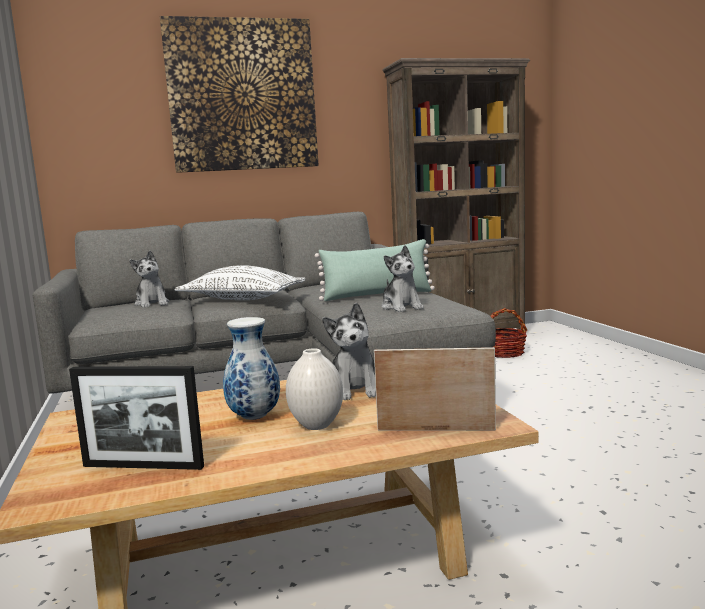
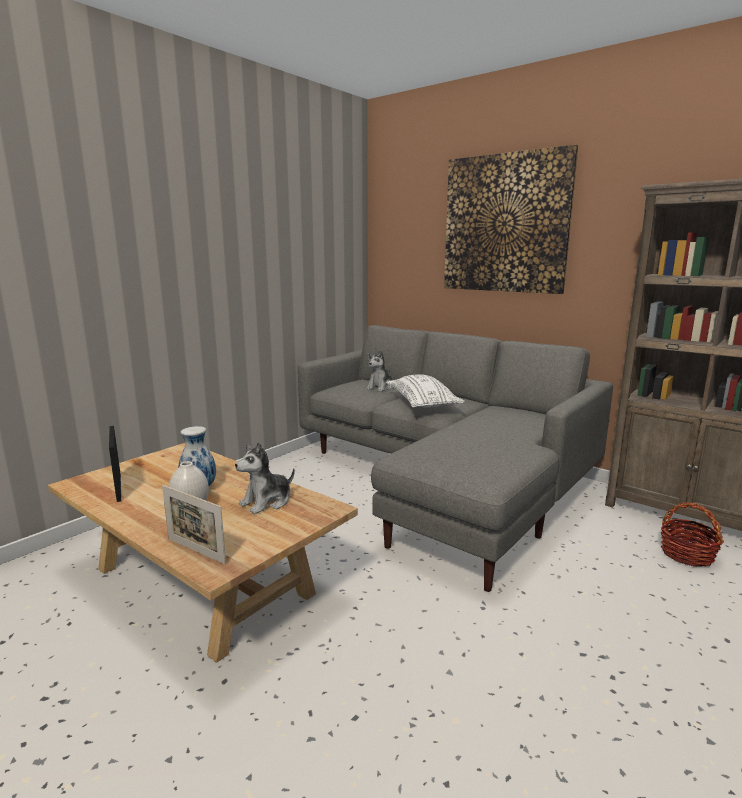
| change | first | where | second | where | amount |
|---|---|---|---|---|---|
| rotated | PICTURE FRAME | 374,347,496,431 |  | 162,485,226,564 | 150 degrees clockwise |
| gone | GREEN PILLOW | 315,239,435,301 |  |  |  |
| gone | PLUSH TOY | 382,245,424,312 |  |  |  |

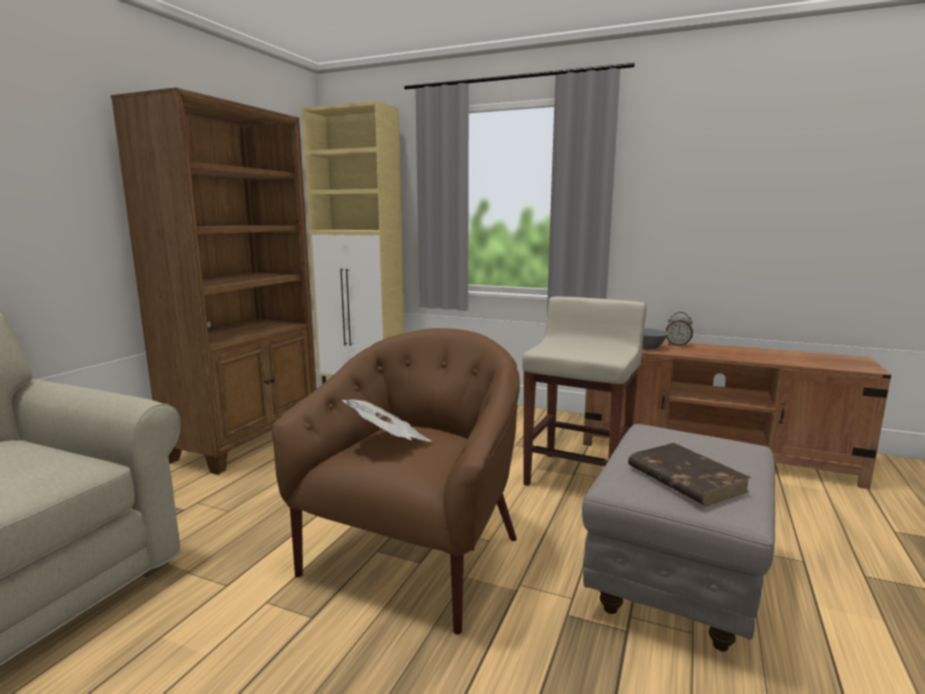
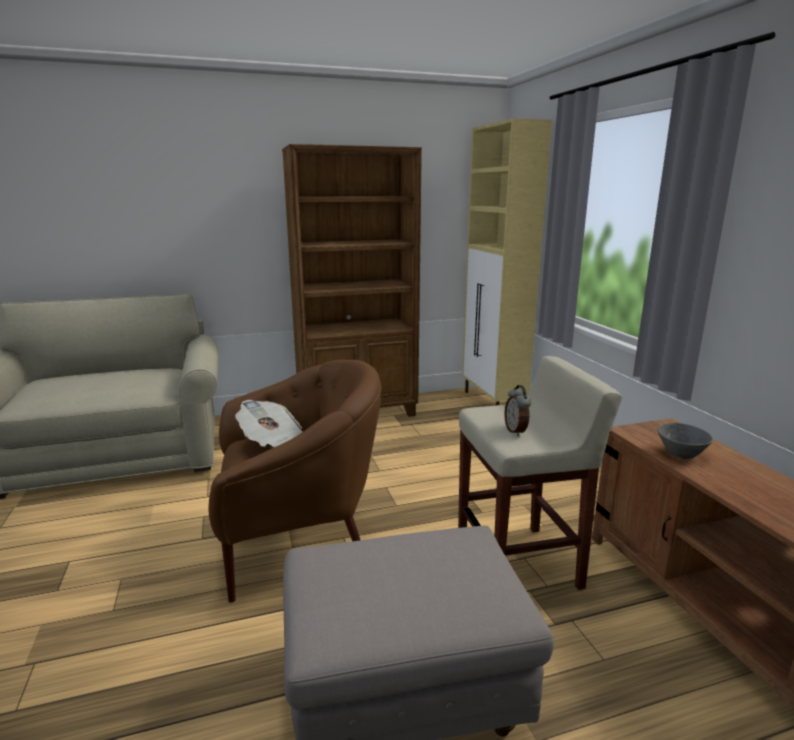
| change | first | where | second | where | amount |
|---|---|---|---|---|---|
| shifted | ALARM CLOCK | 666,312,693,346 |  | 504,385,531,436 |  |
| gone | BROWN BOOK | 628,443,751,506 |  |  |  |

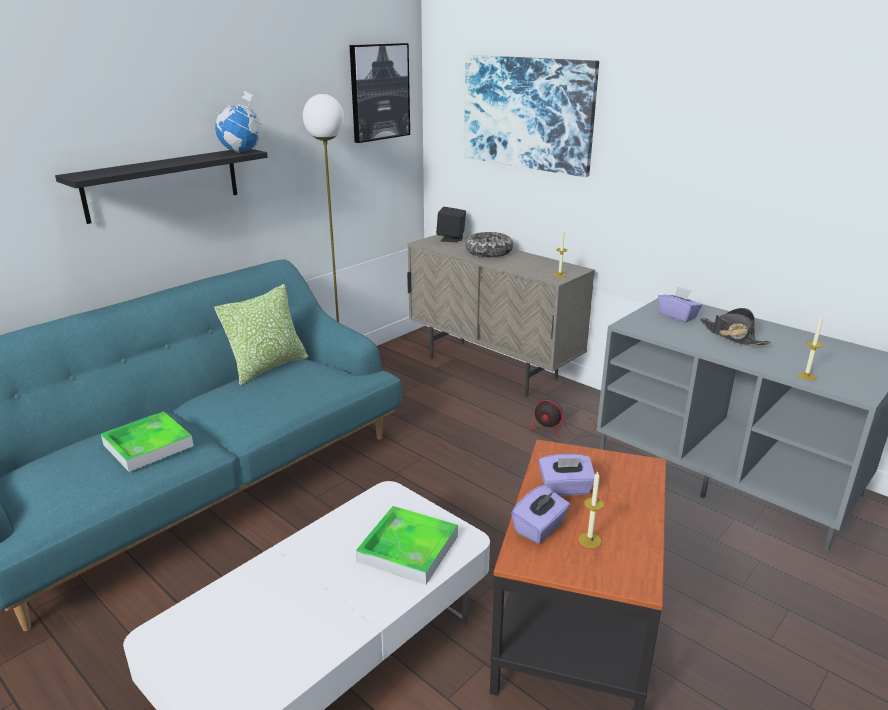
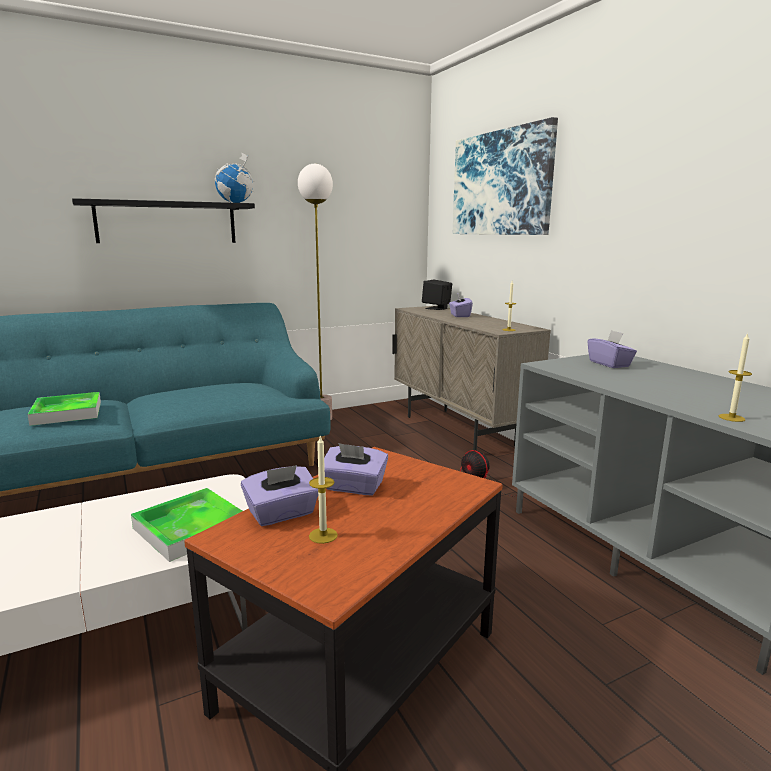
| change | first | where | second | where | amount |
|---|---|---|---|---|---|
| swapped | BOWL | 465,232,513,257 | PURPLE TISSUE BOX | 449,293,473,317 |  |
| gone | PILLOW | 214,284,308,386 |  |  |  |
| gone | PICTURE | 350,43,410,143 |  |  |  |
| gone | BLACK HAT | 700,308,771,346 |  |  |  |

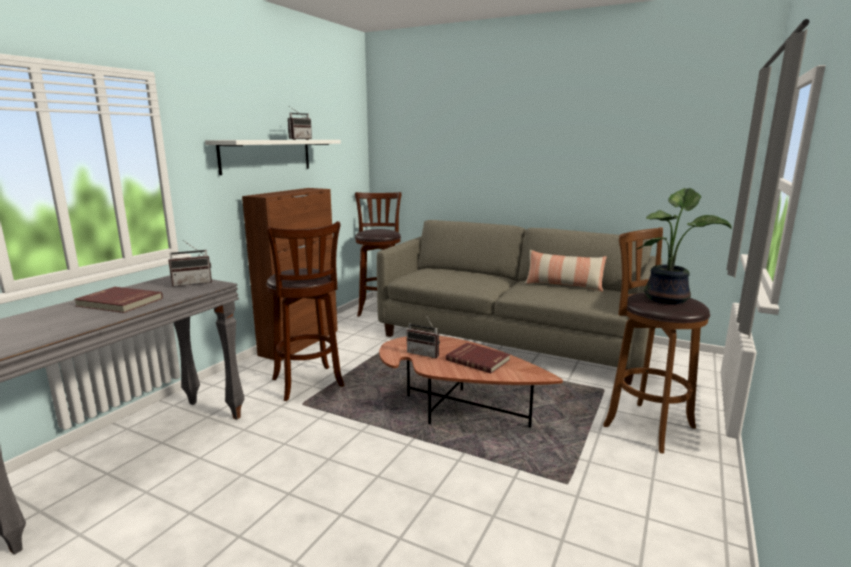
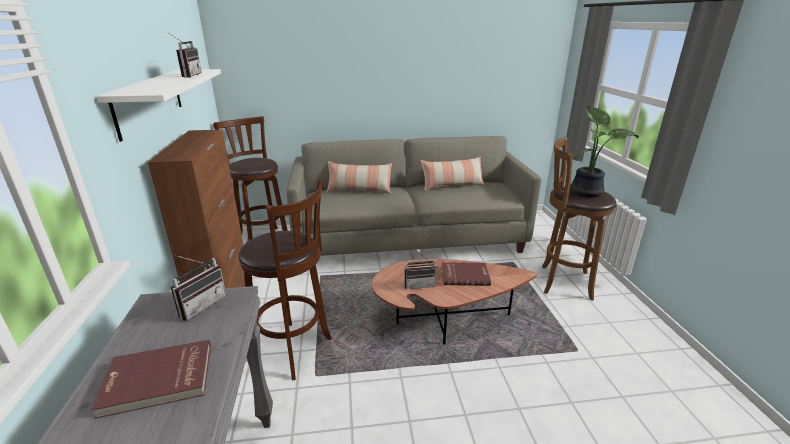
| change | first | where | second | where | amount |
|---|---|---|---|---|---|
| new |  |  | PILLOW | 326,161,392,194 |  |

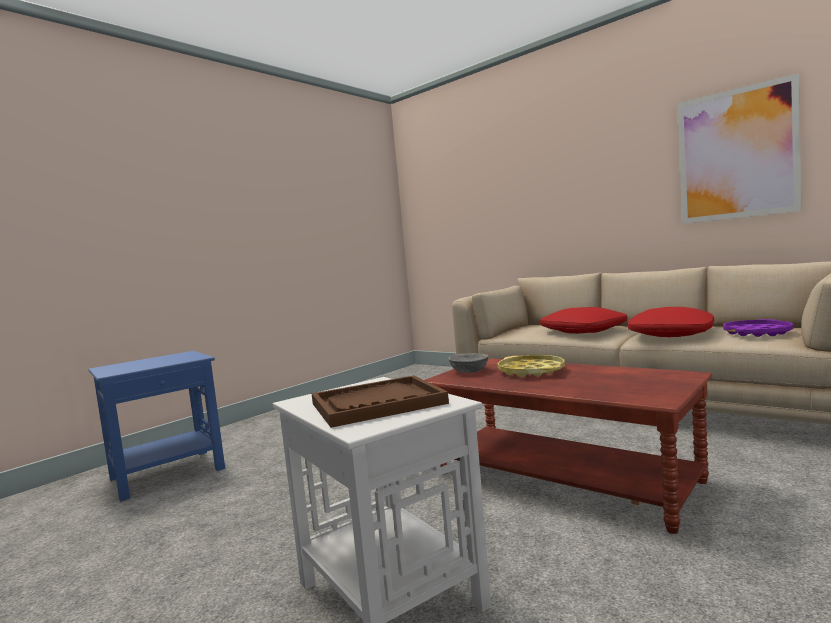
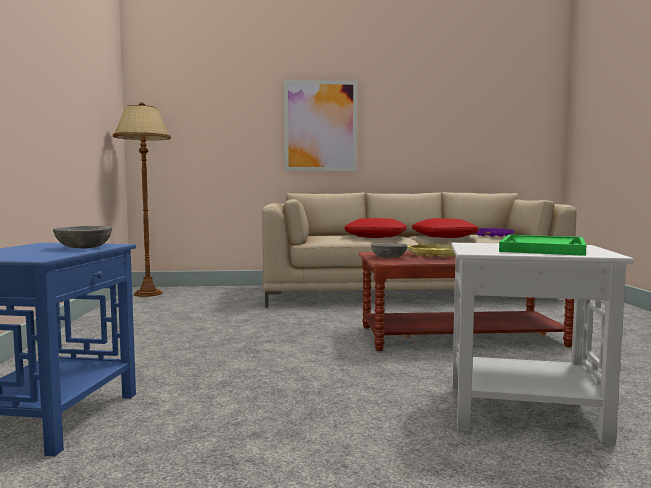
| change | first | where | second | where | amount |
|---|---|---|---|---|---|
| new |  |  | GREY BOWL | 53,226,112,248 |  |
| new |  |  | BROWN FLOOR LAMP | 113,102,171,297 |  |
| shifted | PICTURE | 677,73,801,224 |  | 284,80,357,171 |  |
| repainted | BROWN TRAY | 312,375,449,428 | GREEN TRAY | 499,235,586,256 |  |

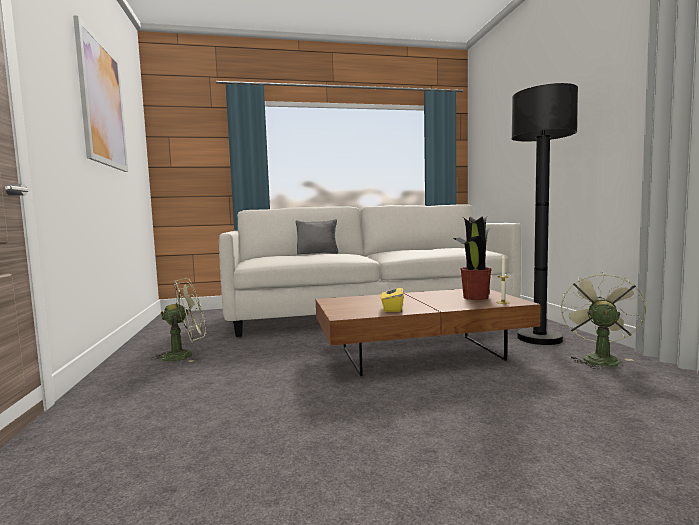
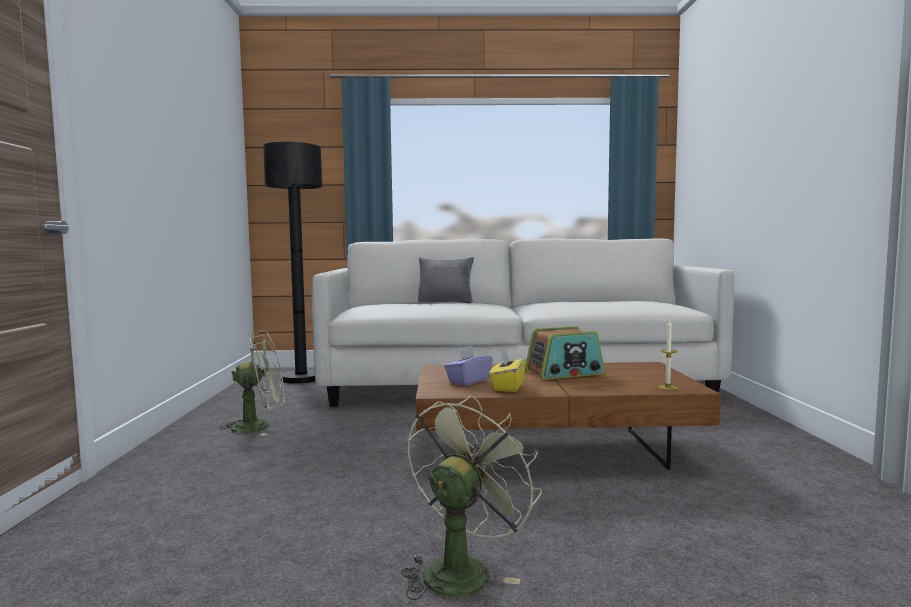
| change | first | where | second | where | amount |
|---|---|---|---|---|---|
| shifted | BLACK FLOOR LAMP | 512,83,578,345 |  | 263,142,322,384 |  |
| shifted | GREEN FAN | 561,271,646,369 |  | 401,394,542,600 |  |
| new |  |  | PURPLE TISSUE BOX | 444,346,493,386 |  |
| new |  |  | RADIO | 525,326,605,380 |  |
| gone | PICTURE | 73,15,128,172 |  |  |  |
| gone | POTTED PLANT | 453,216,492,300 |  |  |  |

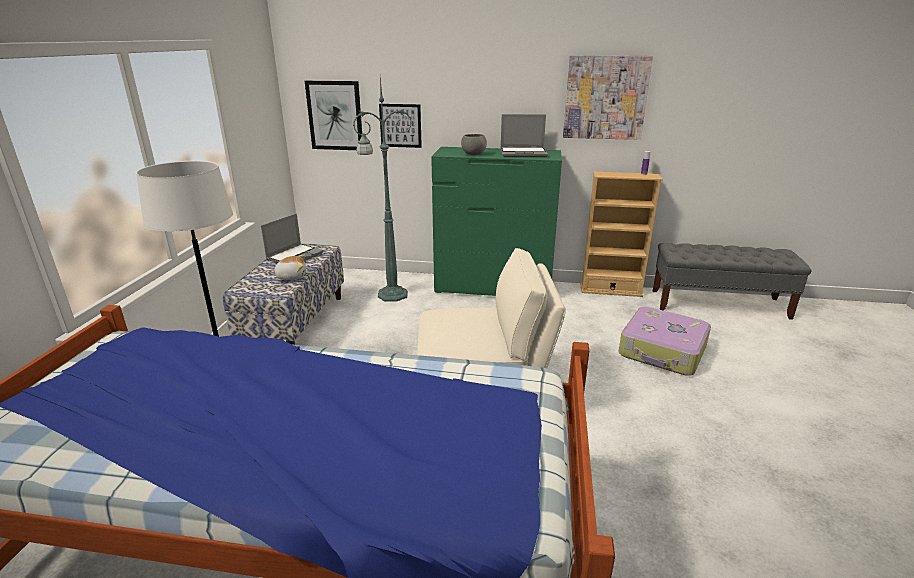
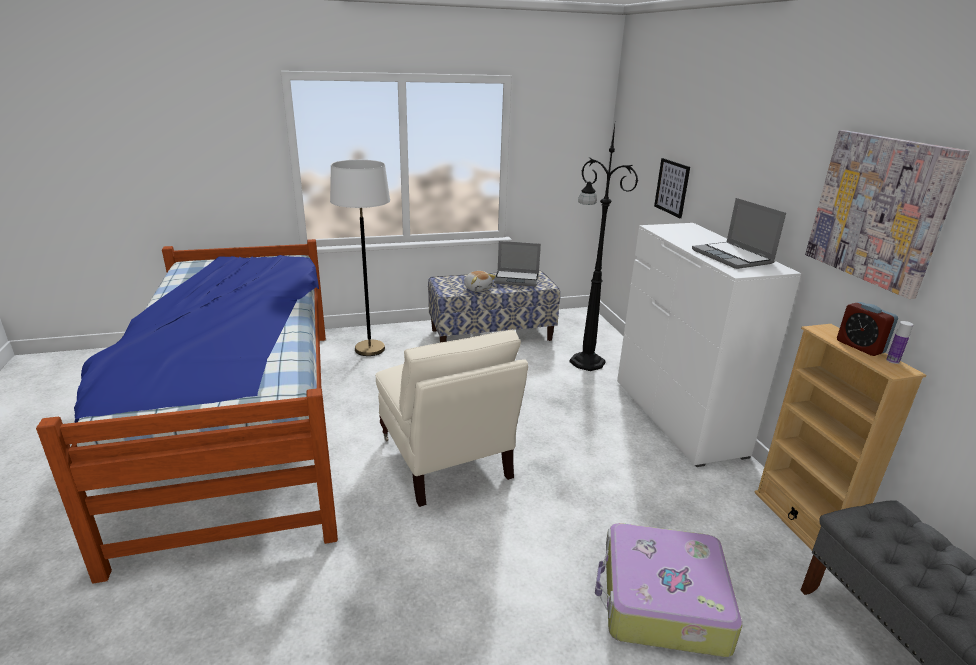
| change | first | where | second | where | amount |
|---|---|---|---|---|---|
| repainted | GREEN FLOOR LAMP | 353,78,412,302 | BLACK FLOOR LAMP | 569,125,638,371 |  |
| repainted | GREEN DRESSER | 431,147,562,296 | WHITE DRESSER | 617,223,801,467 |  |
| new |  |  | ALARM CLOCK | 837,302,898,356 |  |
| gone | PICTURE | 305,81,362,150 |  |  |  |
| gone | GREY BOWL | 461,134,487,155 |  |  |  |

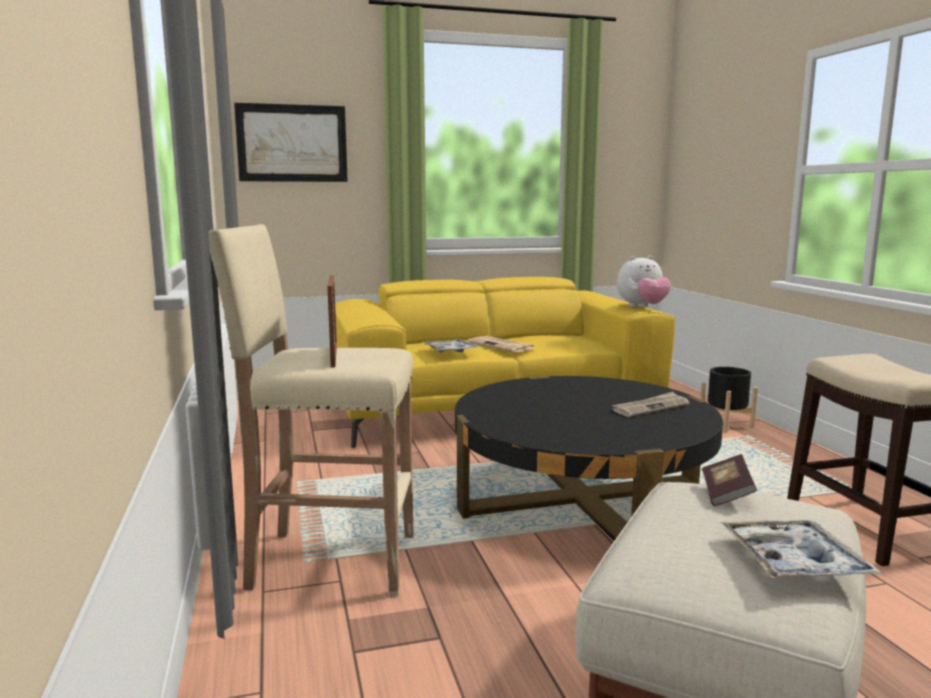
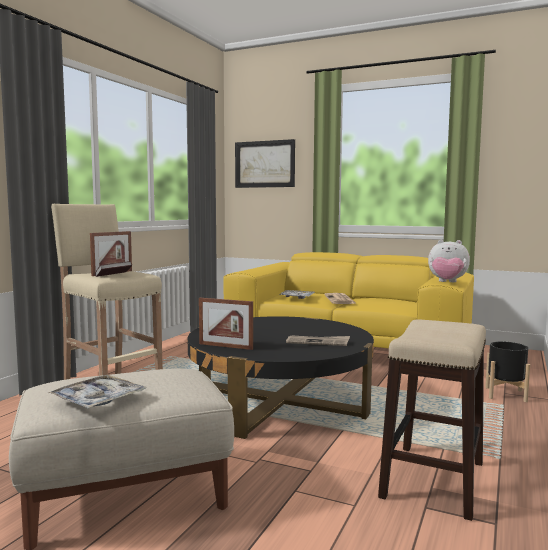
| change | first | where | second | where | amount |
|---|---|---|---|---|---|
| shifted | BOOK | 702,454,757,506 |  | 95,261,132,277 |  |
| new |  |  | PICTURE FRAME | 199,298,253,350 |  |

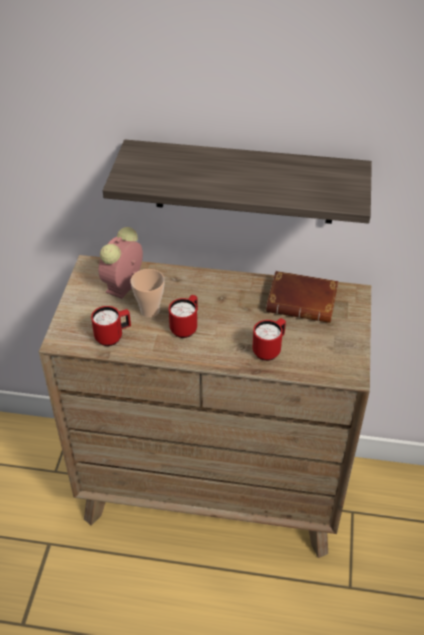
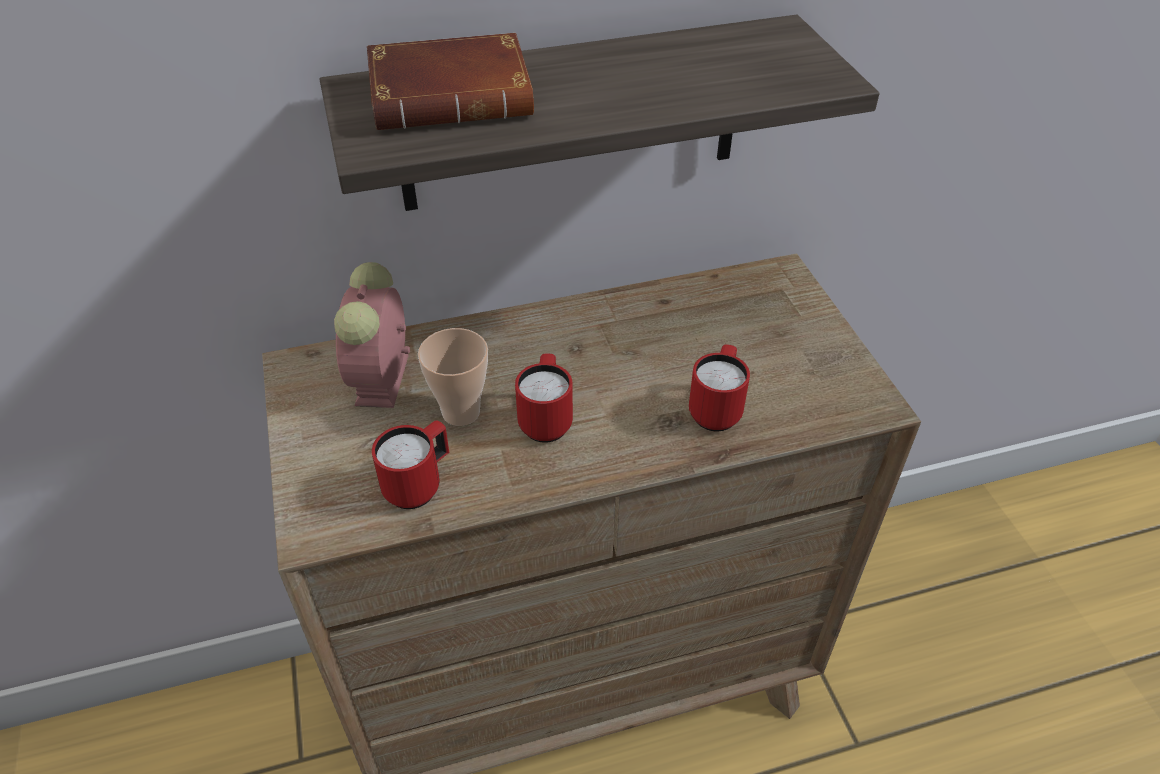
| change | first | where | second | where | amount |
|---|---|---|---|---|---|
| shifted | BROWN BOOK | 266,271,338,323 |  | 367,33,534,130 |  |

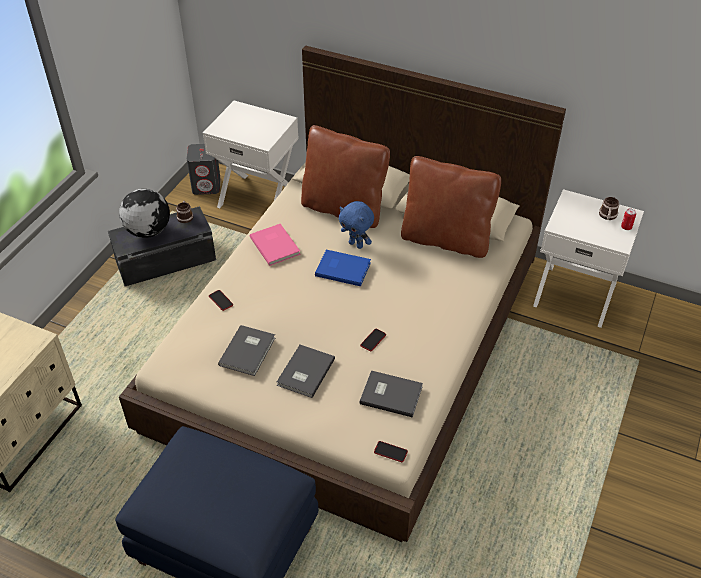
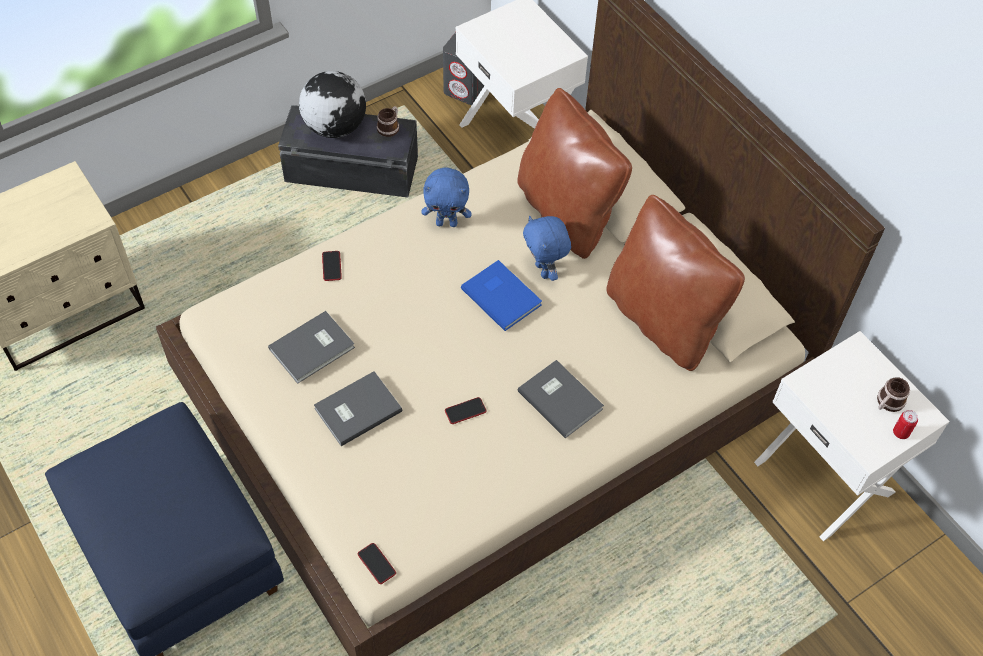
| change | first | where | second | where | amount |
|---|---|---|---|---|---|
| swapped | PINK BOOK | 250,224,301,266 | BLUE PLUSH TOY | 422,167,472,227 |  |
| shifted | GREY BOOK | 360,370,423,418 |  | 518,360,604,438 |  |

